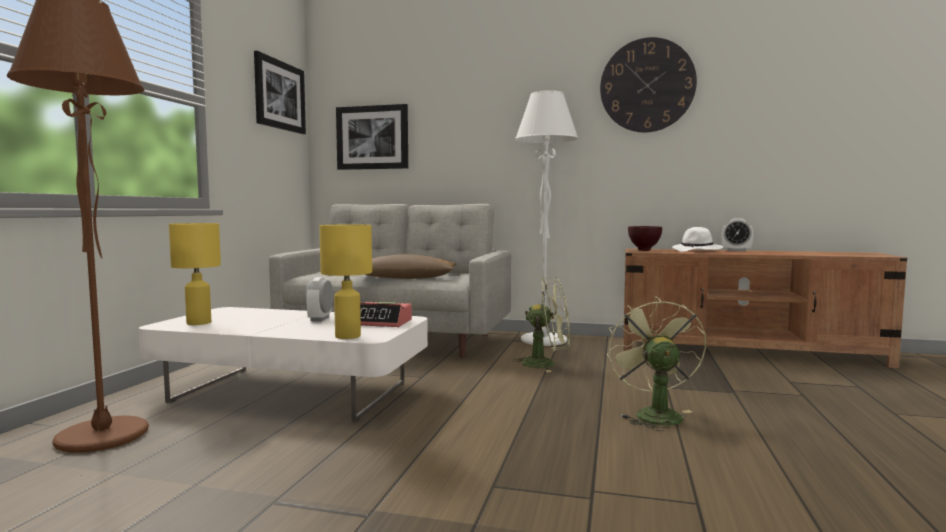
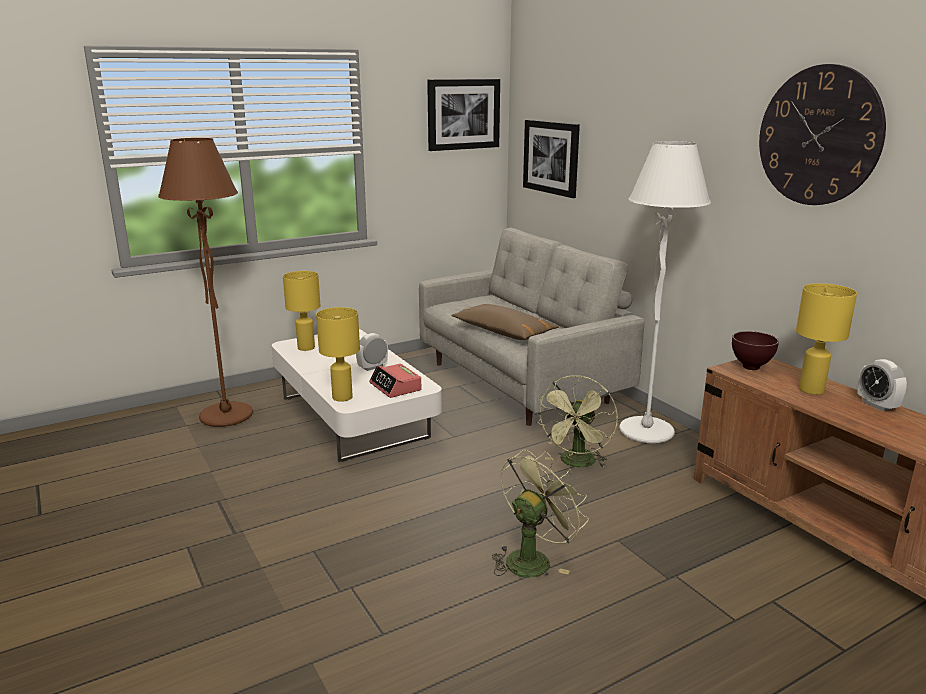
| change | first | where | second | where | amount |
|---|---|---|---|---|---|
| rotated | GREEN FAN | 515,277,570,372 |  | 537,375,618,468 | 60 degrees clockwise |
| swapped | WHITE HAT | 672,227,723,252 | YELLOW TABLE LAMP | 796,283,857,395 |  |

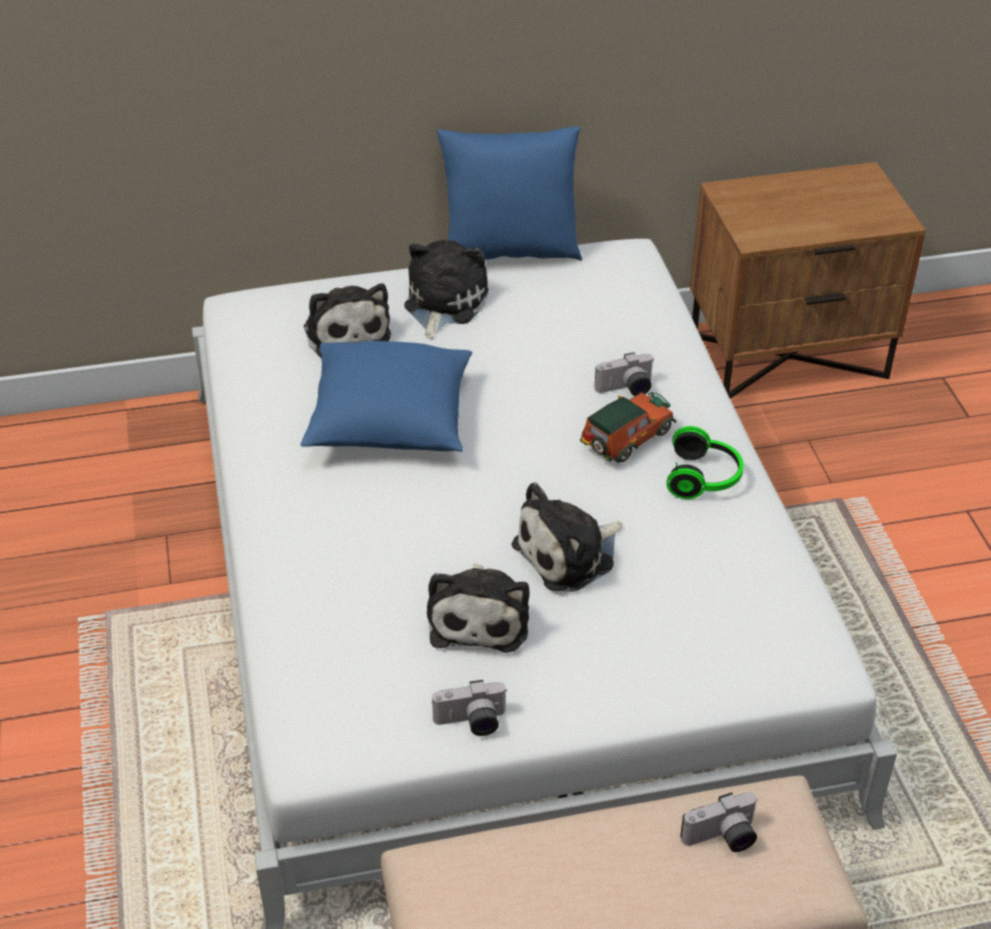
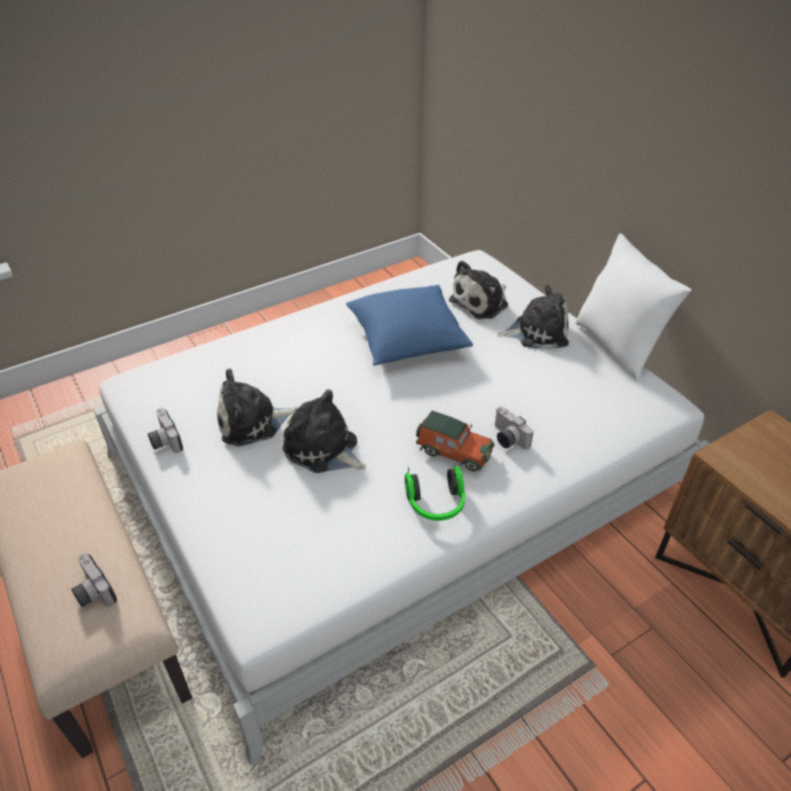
| change | first | where | second | where | amount |
|---|---|---|---|---|---|
| repainted | BLUE PILLOW | 437,126,582,261 | WHITE PILLOW | 575,234,692,381 |  |

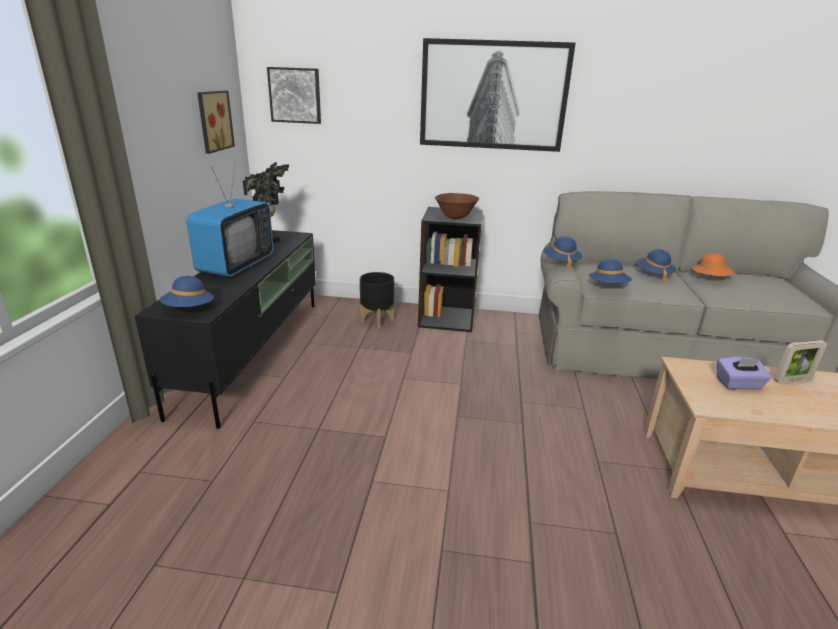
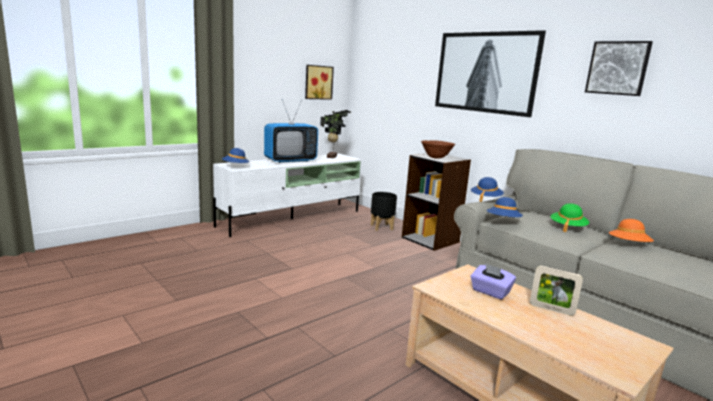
| change | first | where | second | where | amount |
|---|---|---|---|---|---|
| repainted | BLACK TV STAND | 134,230,316,429 | WHITE TV STAND | 213,154,362,237 |  |
| repainted | BLUE HAT | 636,249,676,282 | GREEN HAT | 551,203,589,232 |  |
| shifted | PICTURE | 267,67,321,124 |  | 585,41,653,96 |  |

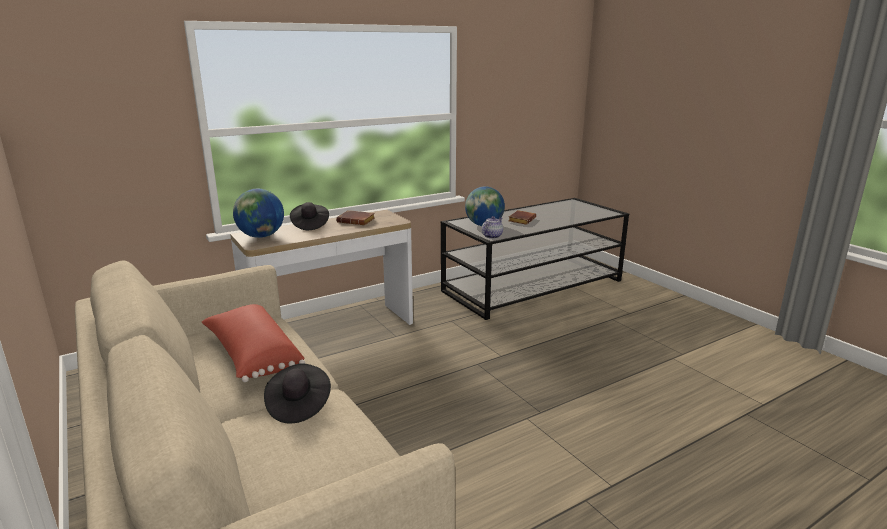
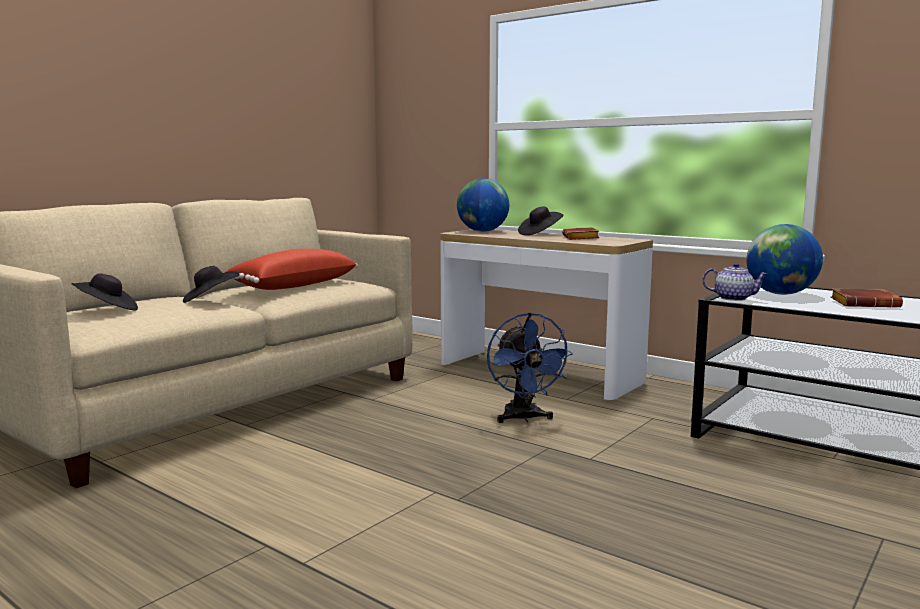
| change | first | where | second | where | amount |
|---|---|---|---|---|---|
| new |  |  | BLACK HAT | 71,274,138,311 |  |
| new |  |  | BLUE FAN | 487,312,573,423 |  |

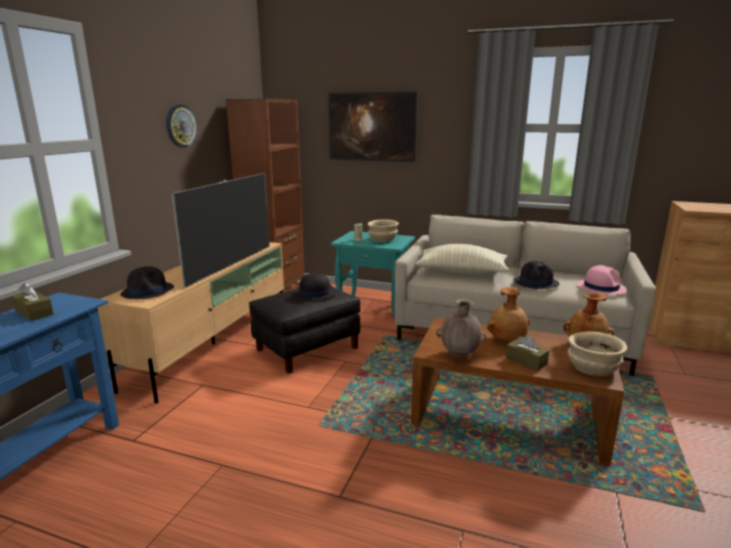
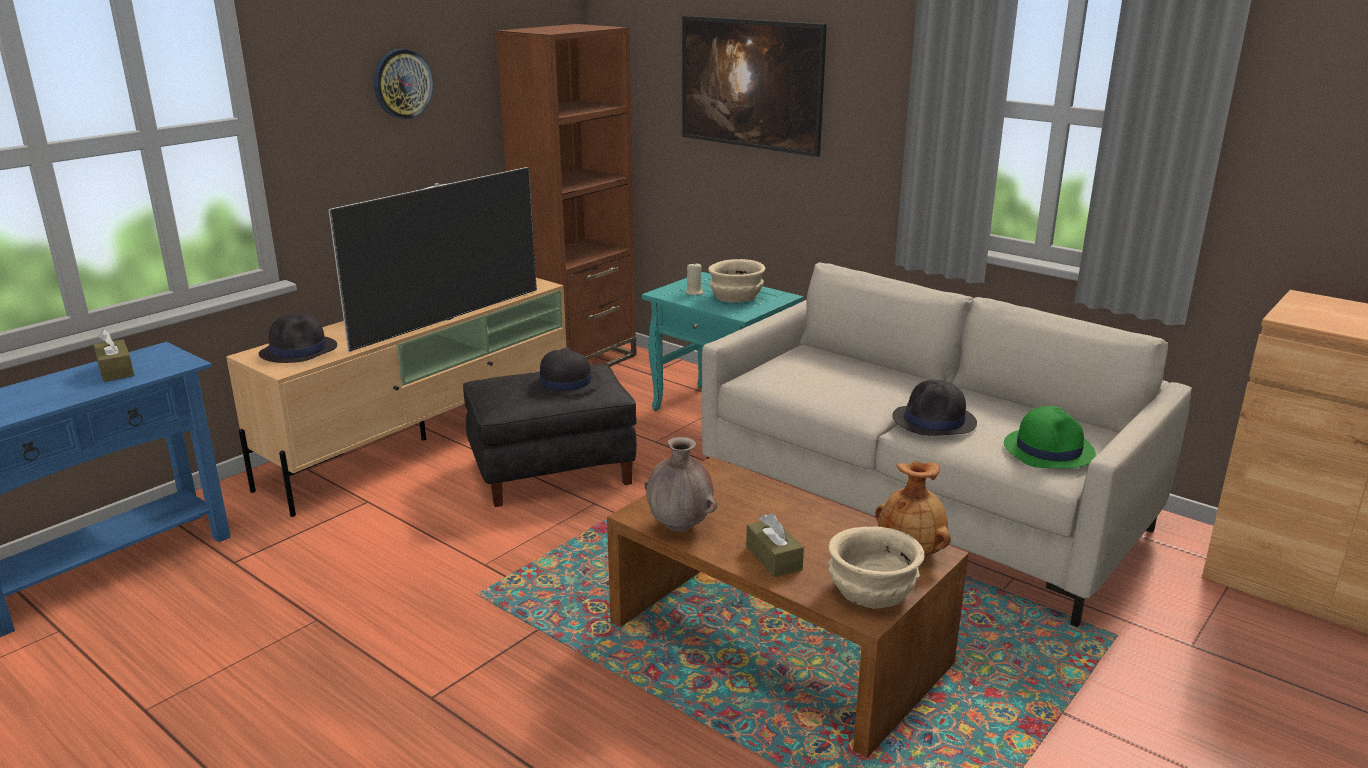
| change | first | where | second | where | amount |
|---|---|---|---|---|---|
| repainted | PINK HAT | 577,265,627,296 | GREEN HAT | 1004,406,1096,469 |  |
| gone | BEIGE PILLOW | 416,244,509,275 |  |  |  |
| gone | BROWN VASE | 487,287,530,341 |  |  |  |

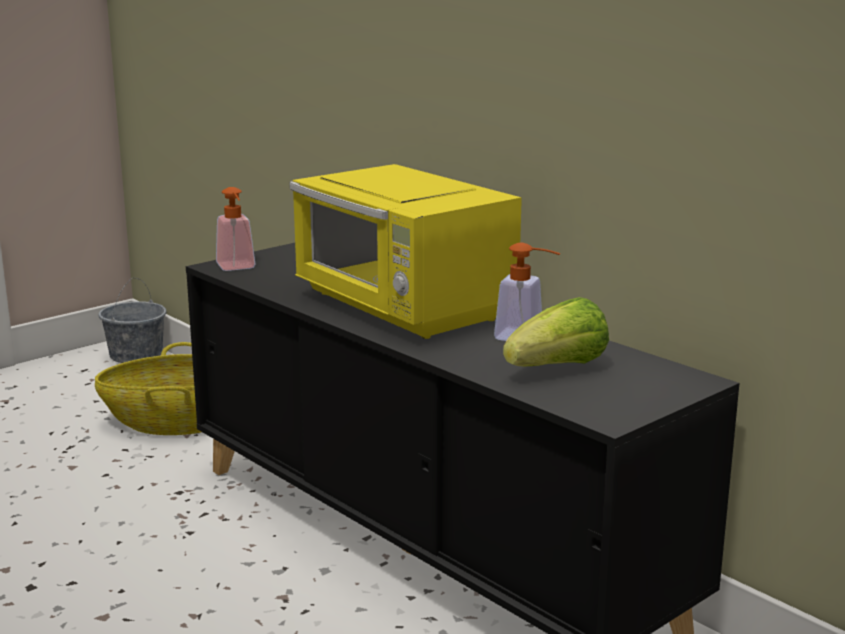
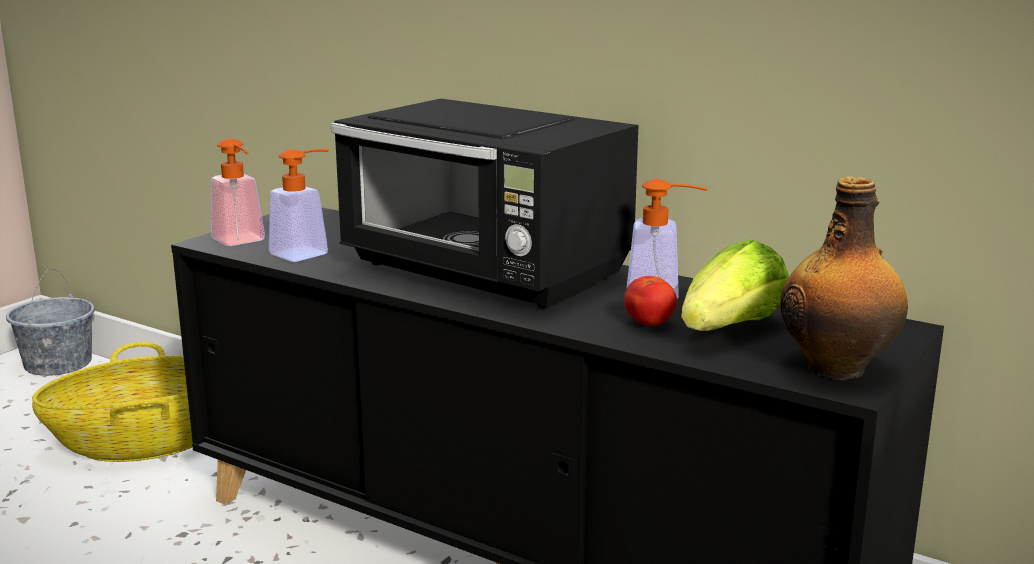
| change | first | where | second | where | amount |
|---|---|---|---|---|---|
| new |  |  | SOAP DISPENSER | 269,149,329,262 |  |
| repainted | YELLOW MICROWAVE | 290,164,522,339 | BLACK MICROWAVE | 331,99,638,308 |  |
| new |  |  | TOMATO | 624,276,677,326 |  |
| new |  |  | BOTTLE | 780,176,908,380 |  |

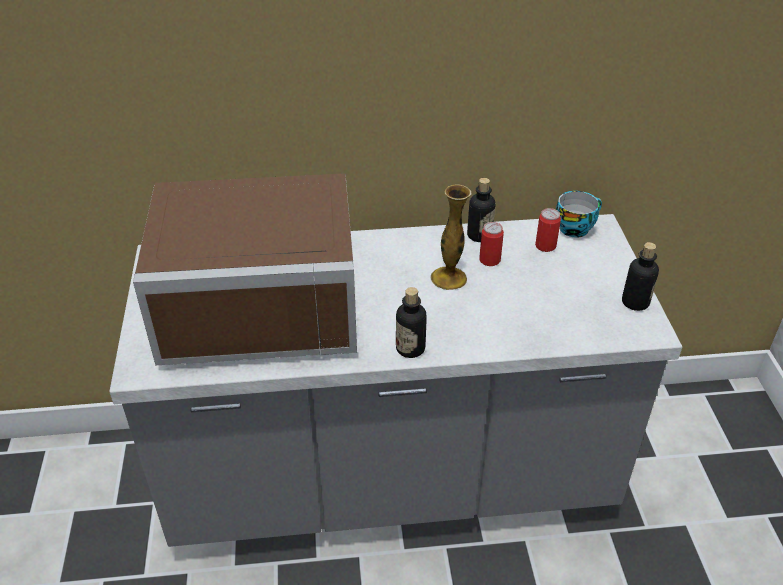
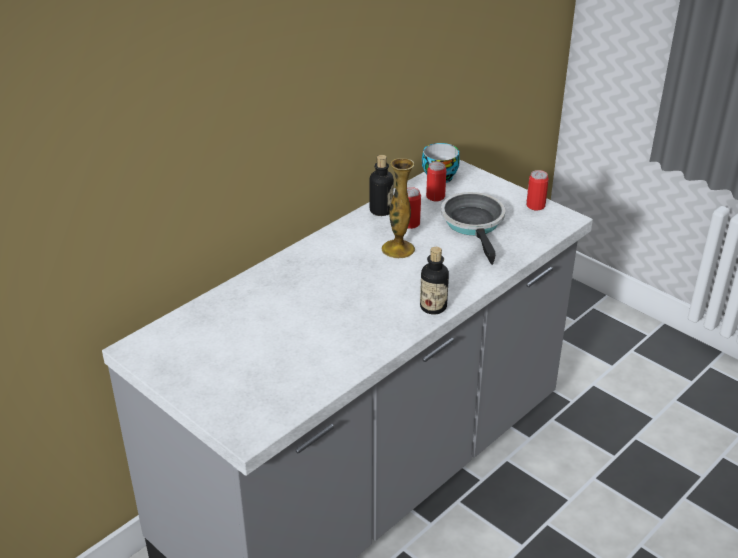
| change | first | where | second | where | amount |
|---|---|---|---|---|---|
| new |  |  | FRYING PAN | 441,192,506,265 |  |
| swapped | BOTTLE | 622,242,659,311 | CAN | 526,170,549,211 |  |
| gone | BROWN MICROWAVE | 133,173,357,365 |  |  |  |

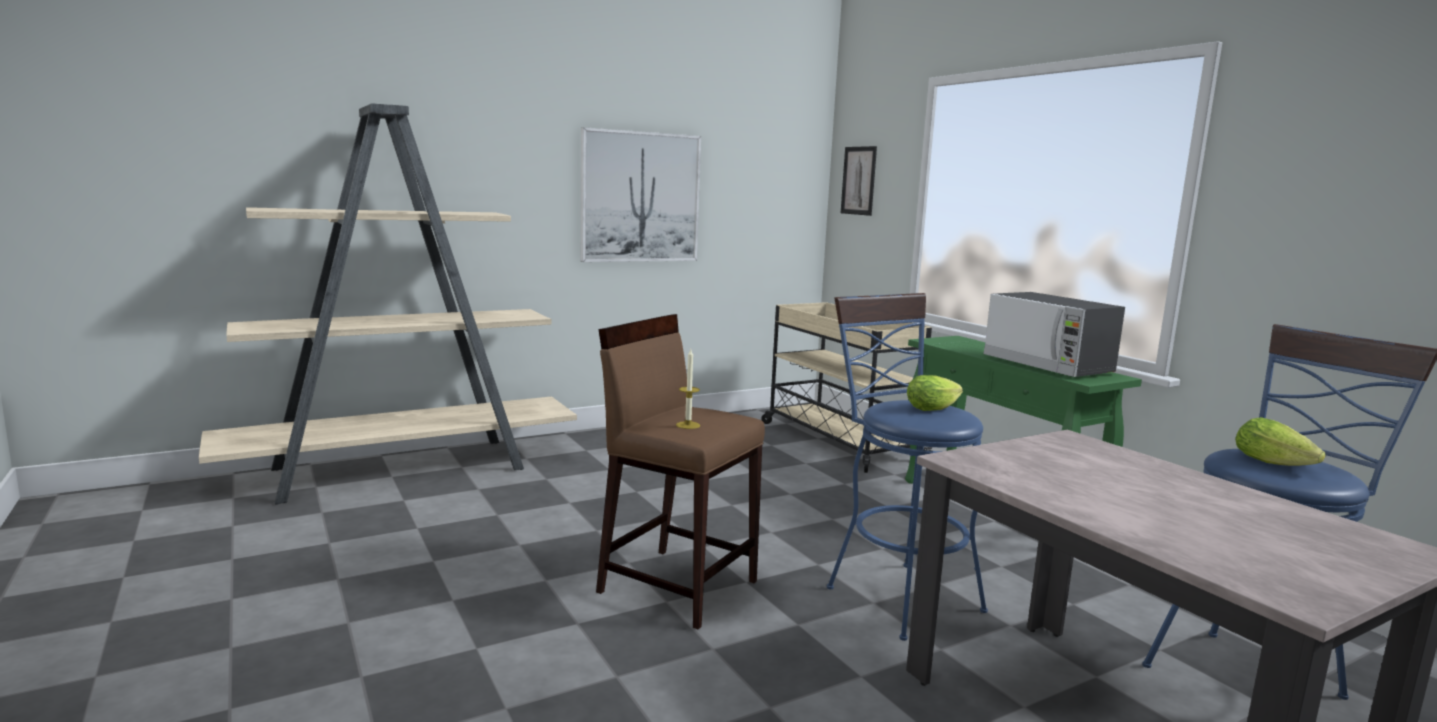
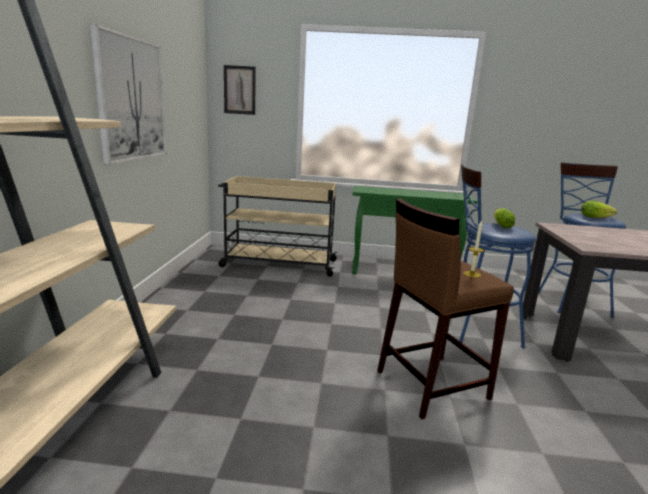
| change | first | where | second | where | amount |
|---|---|---|---|---|---|
| gone | MICROWAVE | 983,292,1125,377 |  |  |  |

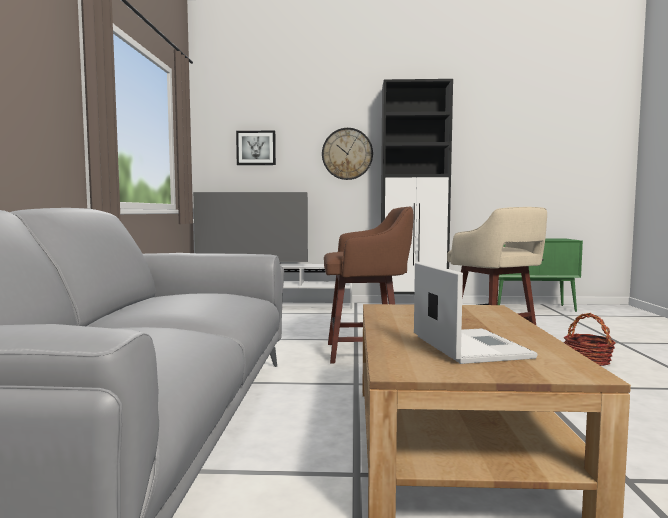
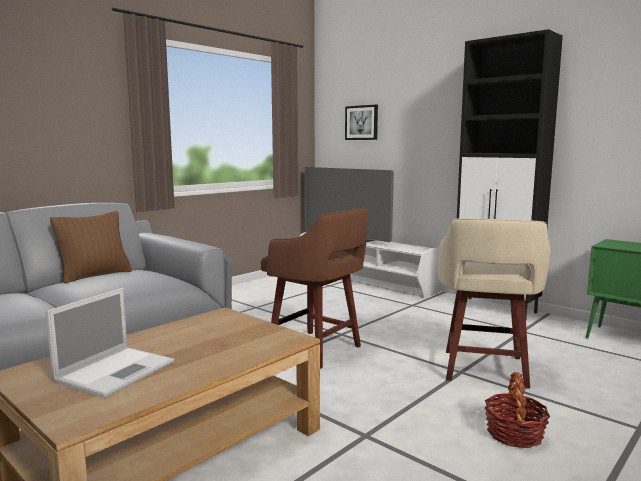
| change | first | where | second | where | amount |
|---|---|---|---|---|---|
| new |  |  | BROWN PILLOW | 50,211,132,284 |  |
| gone | WALL CLOCK | 322,128,373,180 |  |  |  |

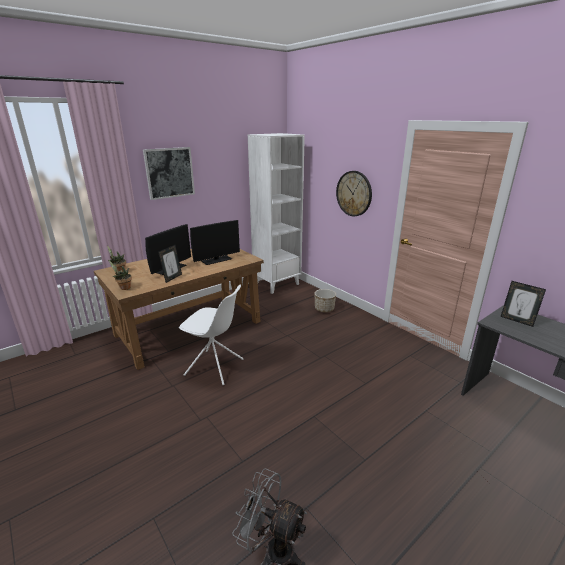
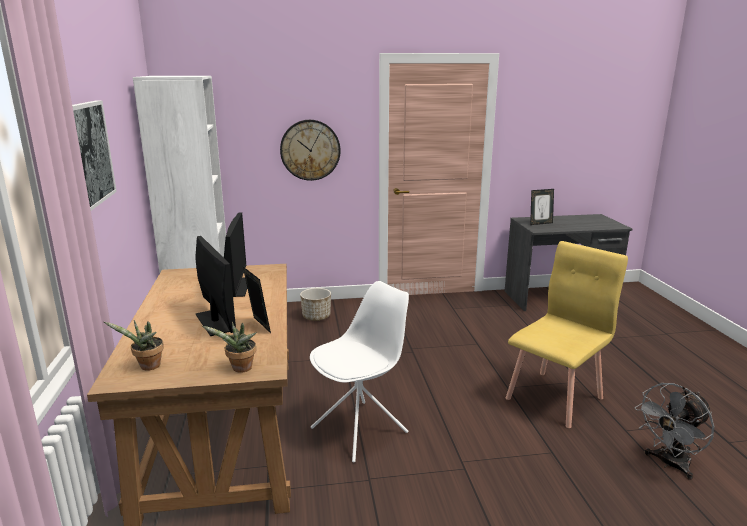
| change | first | where | second | where | amount |
|---|---|---|---|---|---|
| new |  |  | YELLOW CHAIR | 506,241,628,428 |  |

